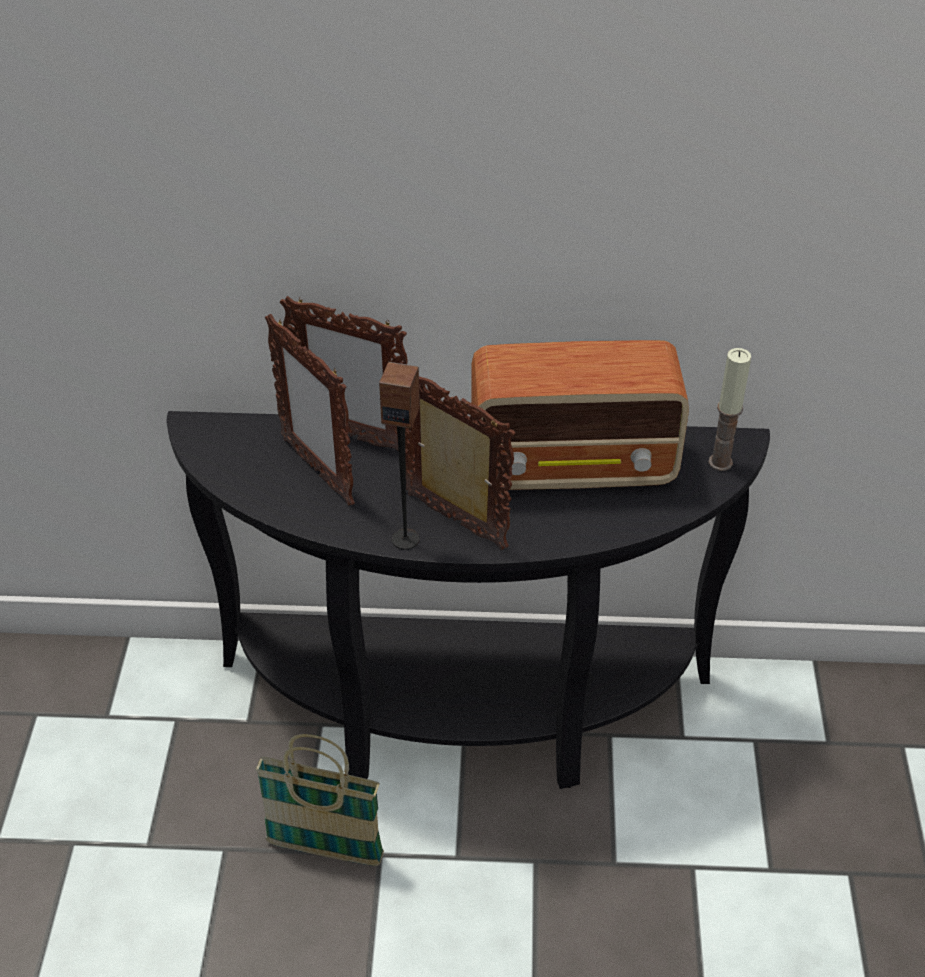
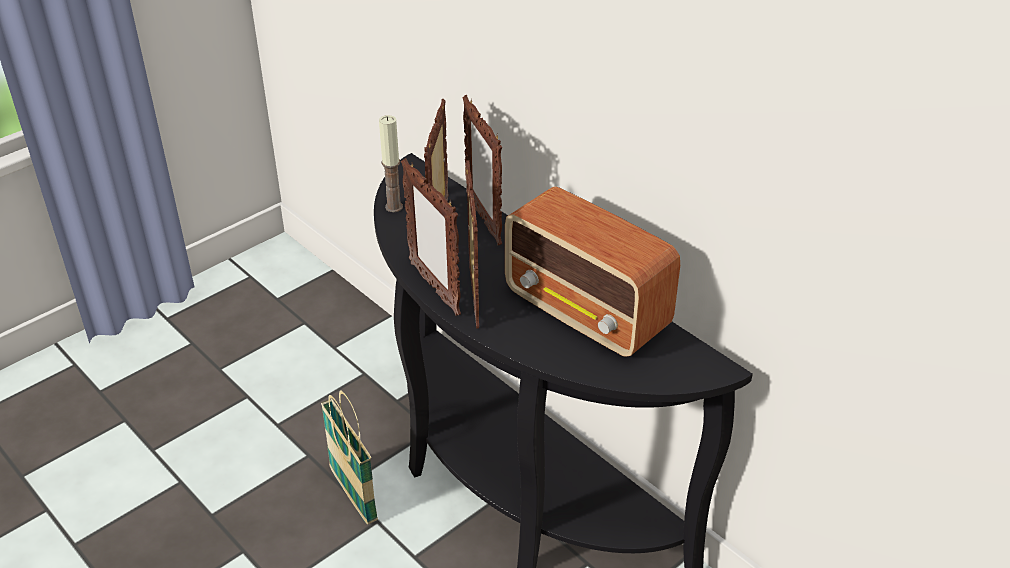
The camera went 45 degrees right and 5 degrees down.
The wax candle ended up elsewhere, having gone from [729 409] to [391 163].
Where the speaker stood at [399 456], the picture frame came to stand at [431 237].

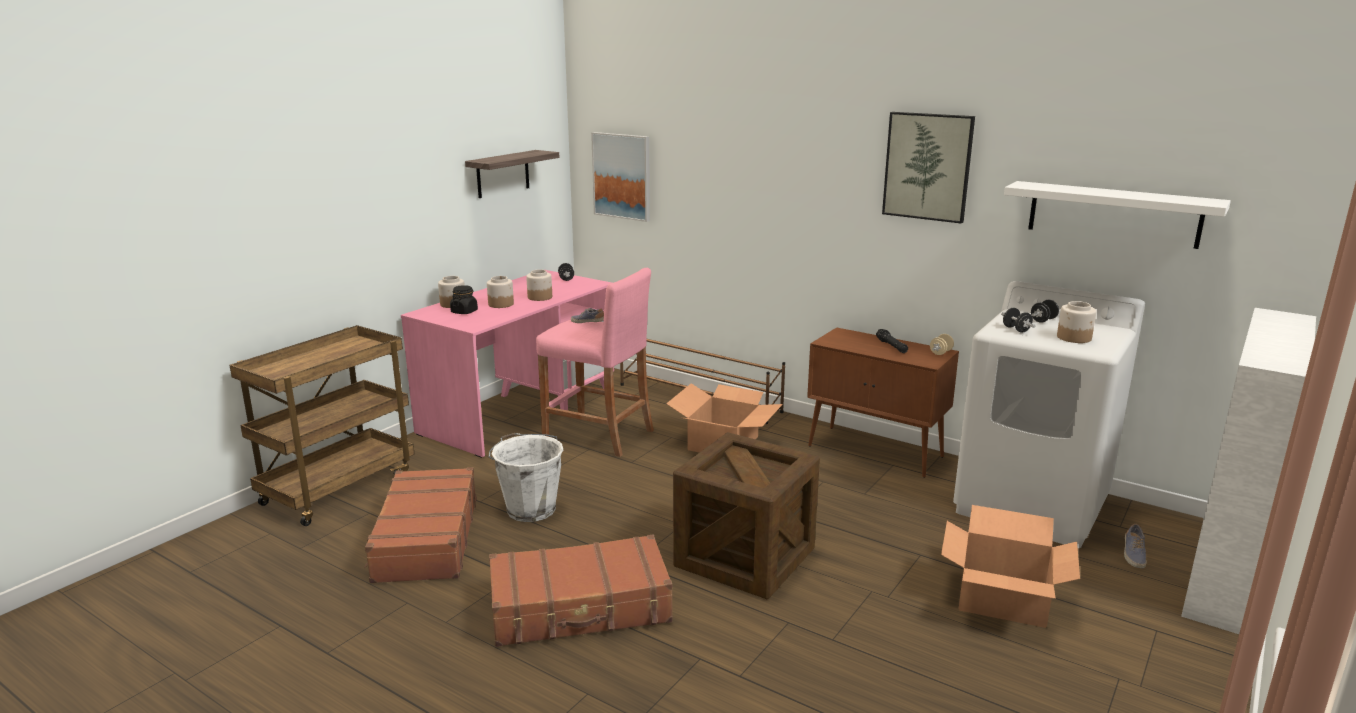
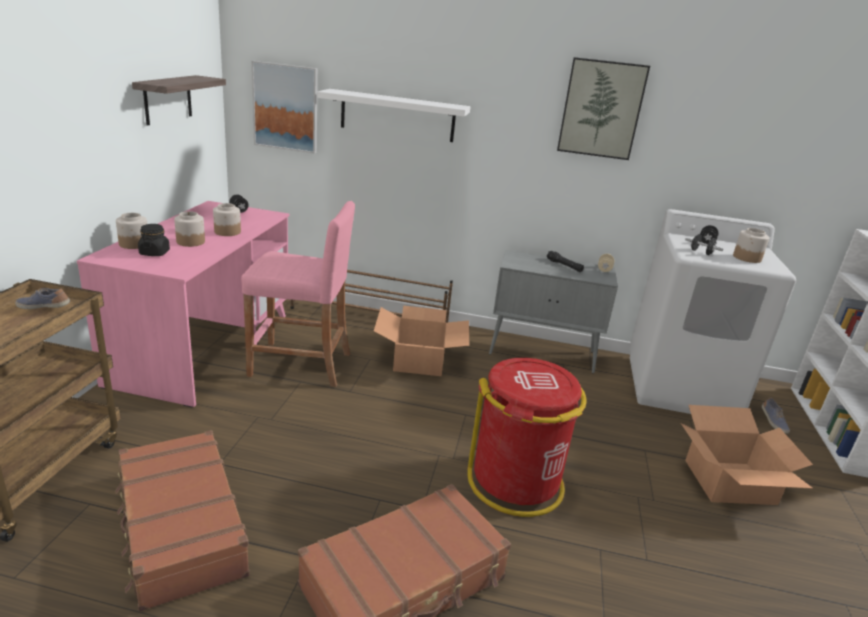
The camera went 25 degrees left and 5 degrees up.
The second view lost the white-coloured pail at [526 477].
The item of footwear ended up elsewhere, having gone from [587 315] to [42 298].
The white-coloured wall shelf ended up elsewhere, having gone from [1117 215] to [394 115].
Where the packing crate stood at [746 515], the red-coloured waste bin came to stand at [527 437].
What was the brown-coloured storage cabinet at [883 402] turned into the greyish storage cabinet at [553 312].

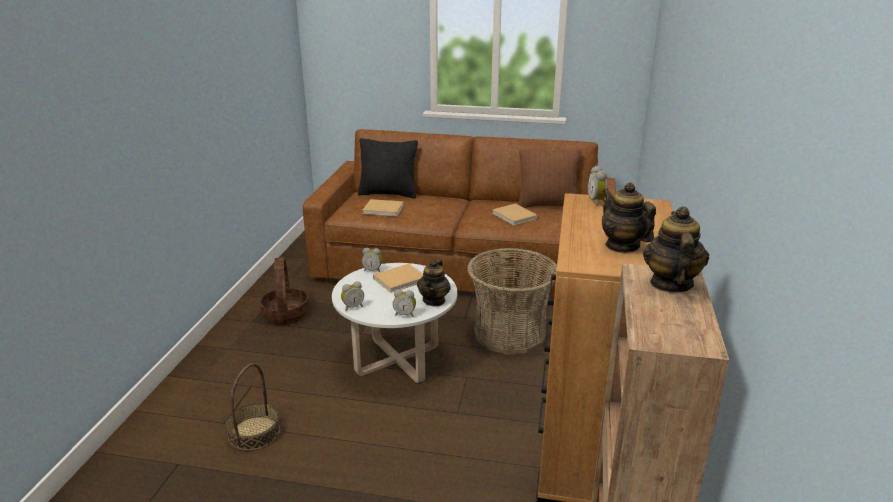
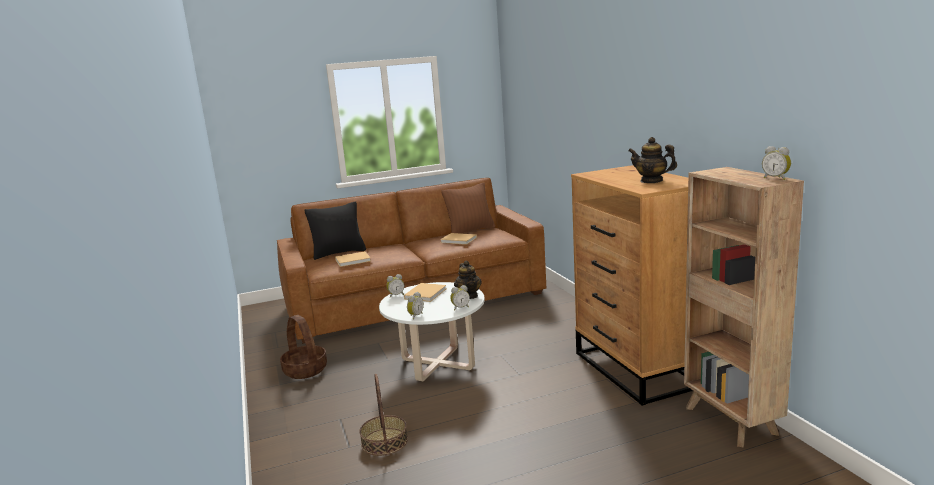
The camera went 30 degrees left and 10 degrees down.
The second view lost the household basket at [512 301].
The second view lost the teapot at [676 249].
The alarm clock ended up elsewhere, having gone from [598 186] to [776 163].

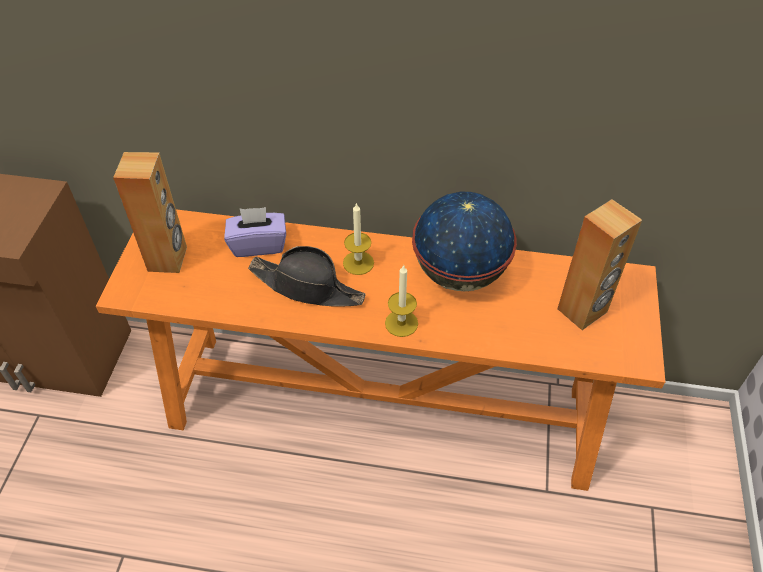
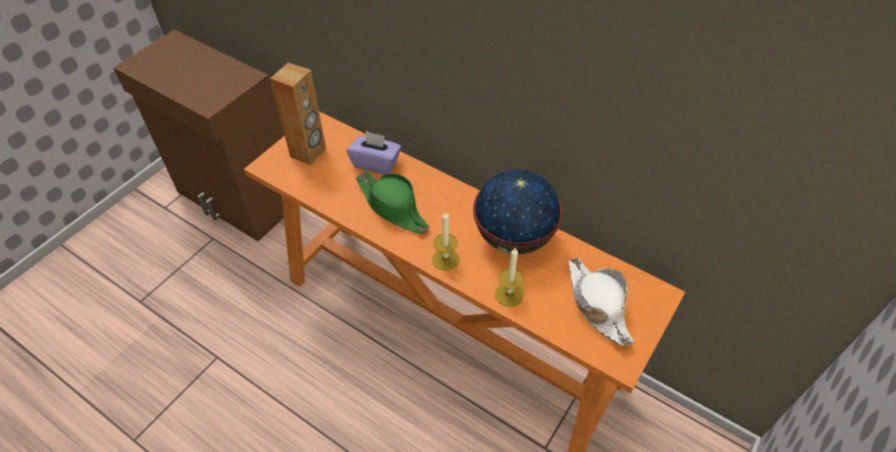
The camera went 25 degrees right and 0 degrees up.
The wax candle ended up elsewhere, having gone from [358 238] to [509 277].
Where the brown-coloured speaker stood at [599 264], the white-coloured hat came to stand at [602 302].
What was the black-coloured hat at [307 276] turned into the green hat at [393 202].

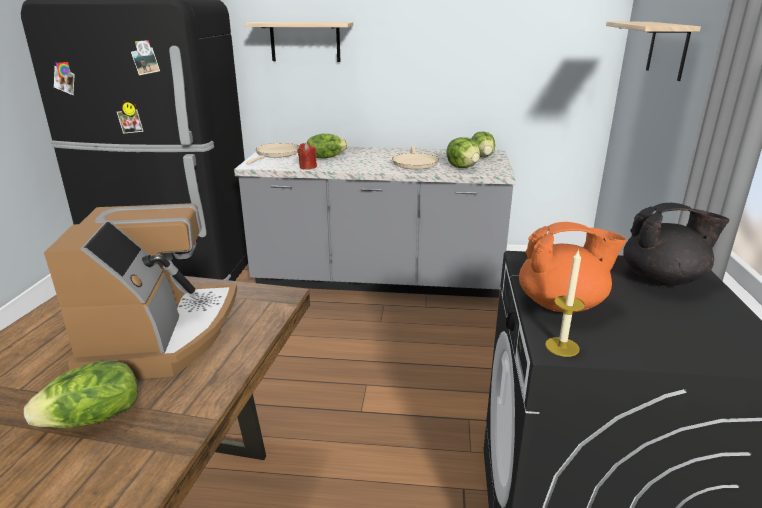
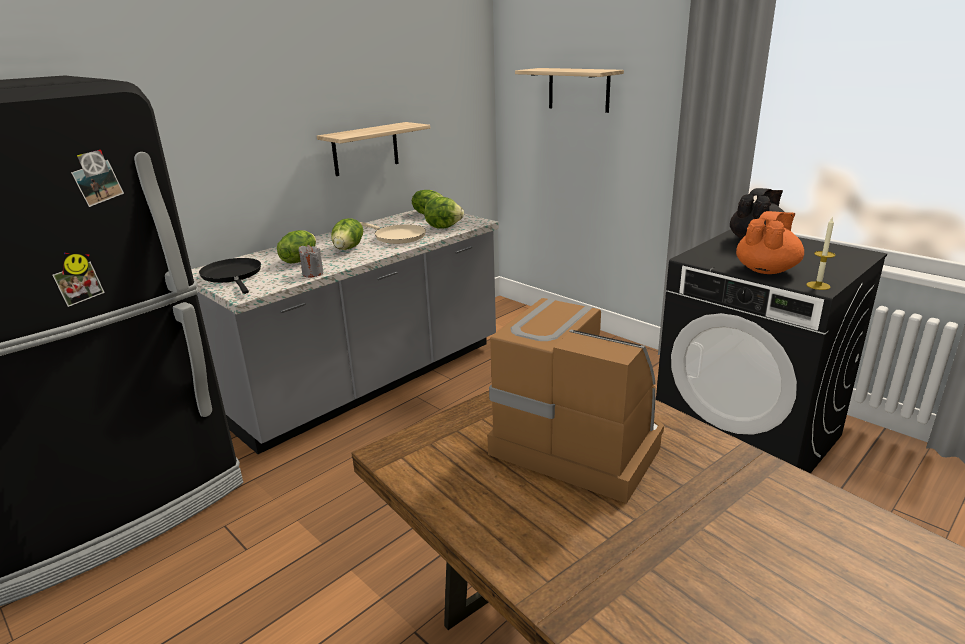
The camera went 50 degrees left and 0 degrees up.
The head of lettuce ended up elsewhere, having gone from [81 394] to [347 234].
The wall shelf ended up elsewhere, having gone from [299 42] to [373 149].
What was the beige frying pan at [272 153] turned into the black-coloured frying pan at [230 276].
What was the red-coloured wax candle at [307 156] turned into the greyish wax candle at [311 261].

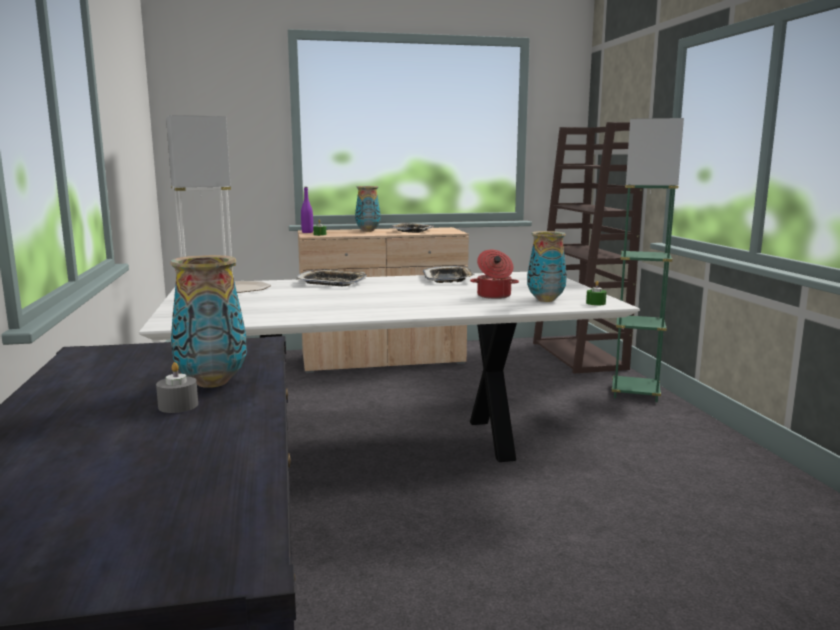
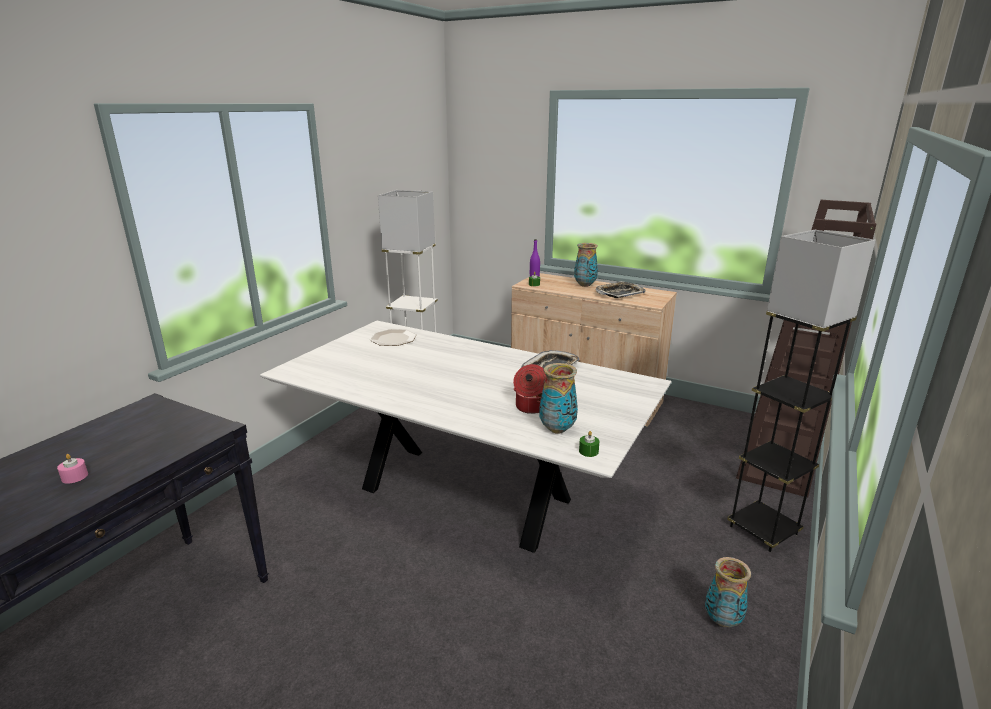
The camera went 40 degrees right and 10 degrees up.
The second view lost the serving tray at [331 278].
The vase ended up elsewhere, having gone from [208 321] to [728 592].
What was the greyish wax candle at [177 387] turned into the pink wax candle at [72 469].
What was the green floor lamp at [648 260] turned into the greyish floor lamp at [801 391].

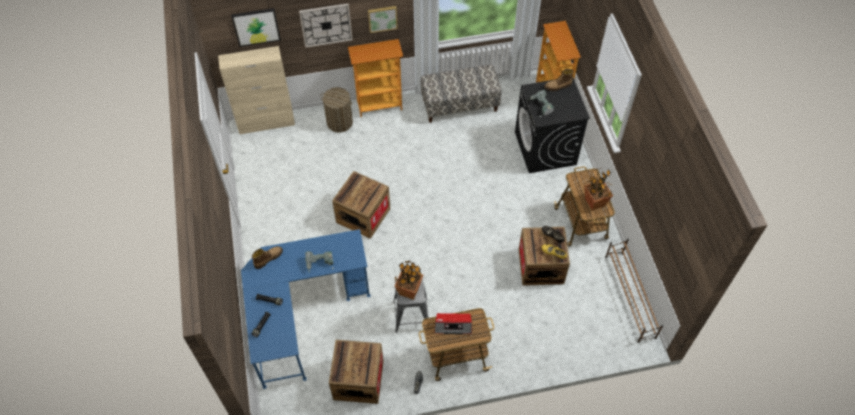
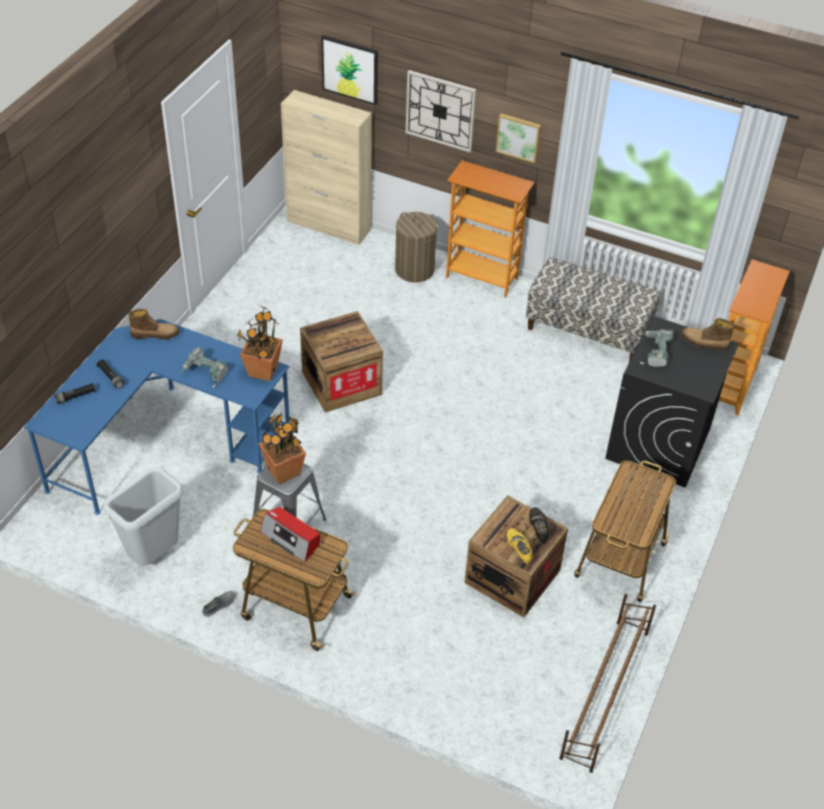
The camera went 35 degrees right and 10 degrees down.
The potted plant ended up elsewhere, having gone from [598 189] to [260 343].
Where the packing crate stood at [356 372], the greyish waste bin came to stand at [143 516].

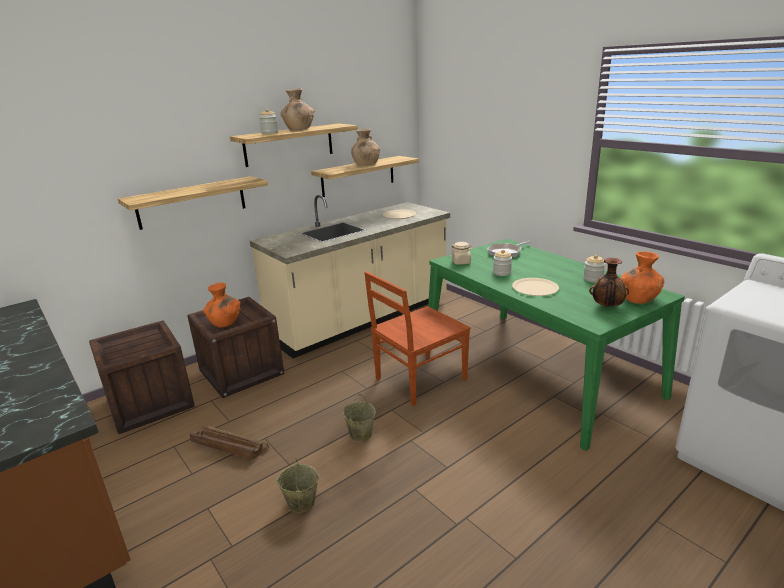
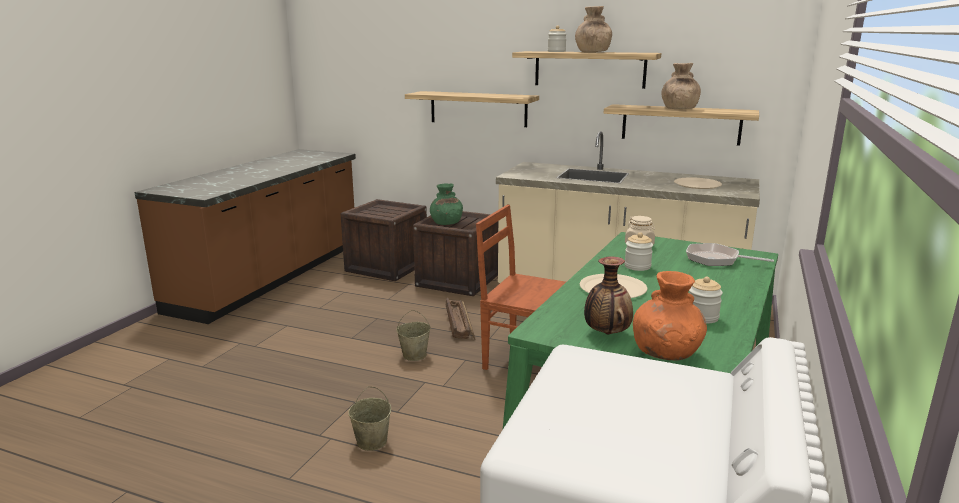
The camera went 60 degrees right and 5 degrees down.
The packing crate ended up elsewhere, having gone from [229 443] to [461 319].
The beige pail ended up elsewhere, having gone from [297 485] to [369 419].
What was the orange-coloured vase at [222 305] turned into the green vase at [446 204].

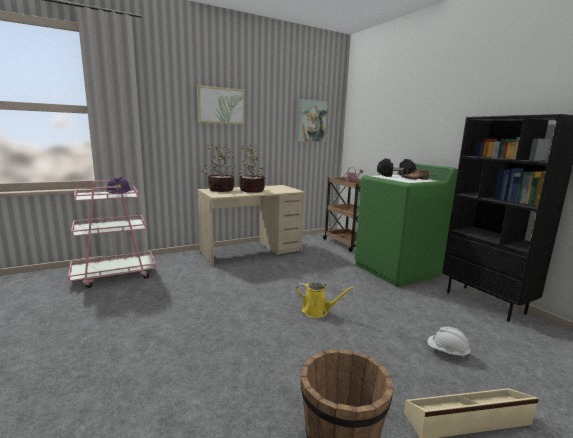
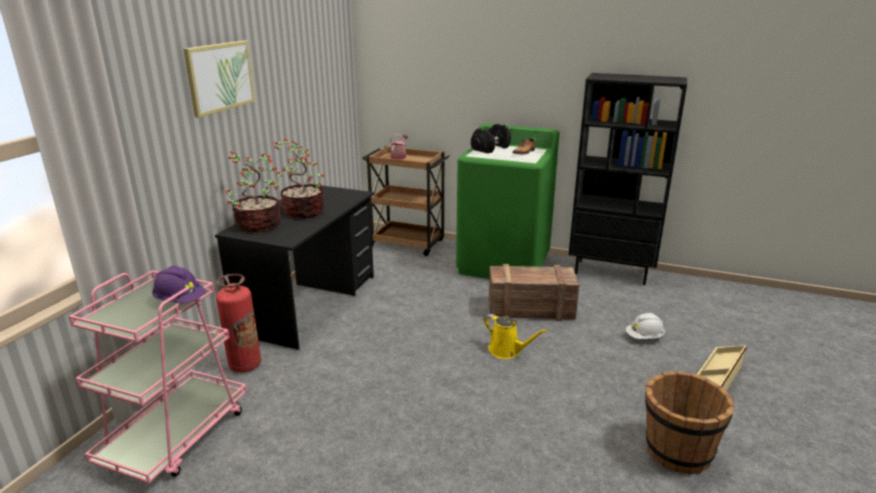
The camera went 40 degrees left and 10 degrees up.
The second view lost the wall picture at [312 120].
The second view gained the fire-fighting cylinder at [238 323].
The second view gained the packing crate at [534 292].
What was the beige desk at [251 225] turned into the black-coloured desk at [294 267].
The yellowish watering pot at [325 300] ended up facing another way, 60 degrees clockwise from before.

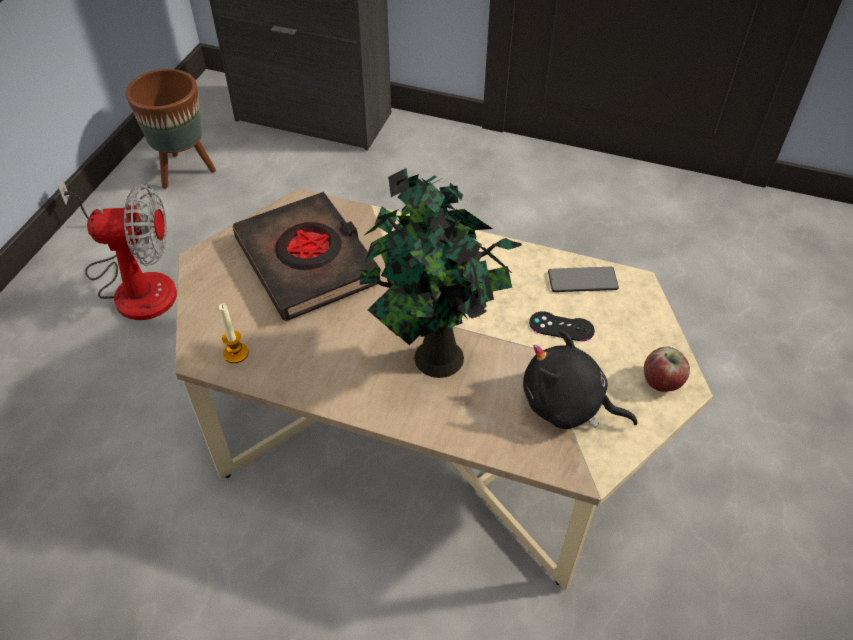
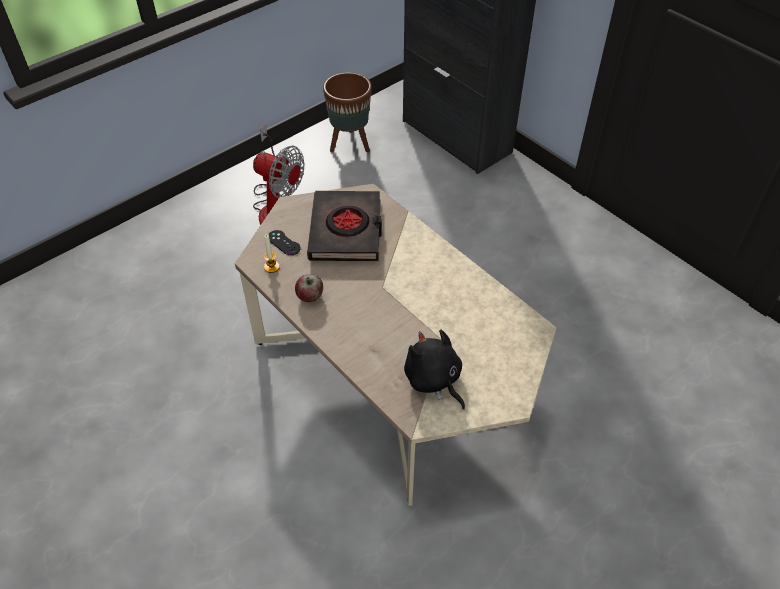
The camera went 30 degrees right and 0 degrees up.
The second view lost the potted plant at [441 273].
The second view lost the telephone at [583 279].
The black-coloured game controller ended up elsewhere, having gone from [562 326] to [284 242].
The apple ended up elsewhere, having gone from [667 369] to [309 288].

